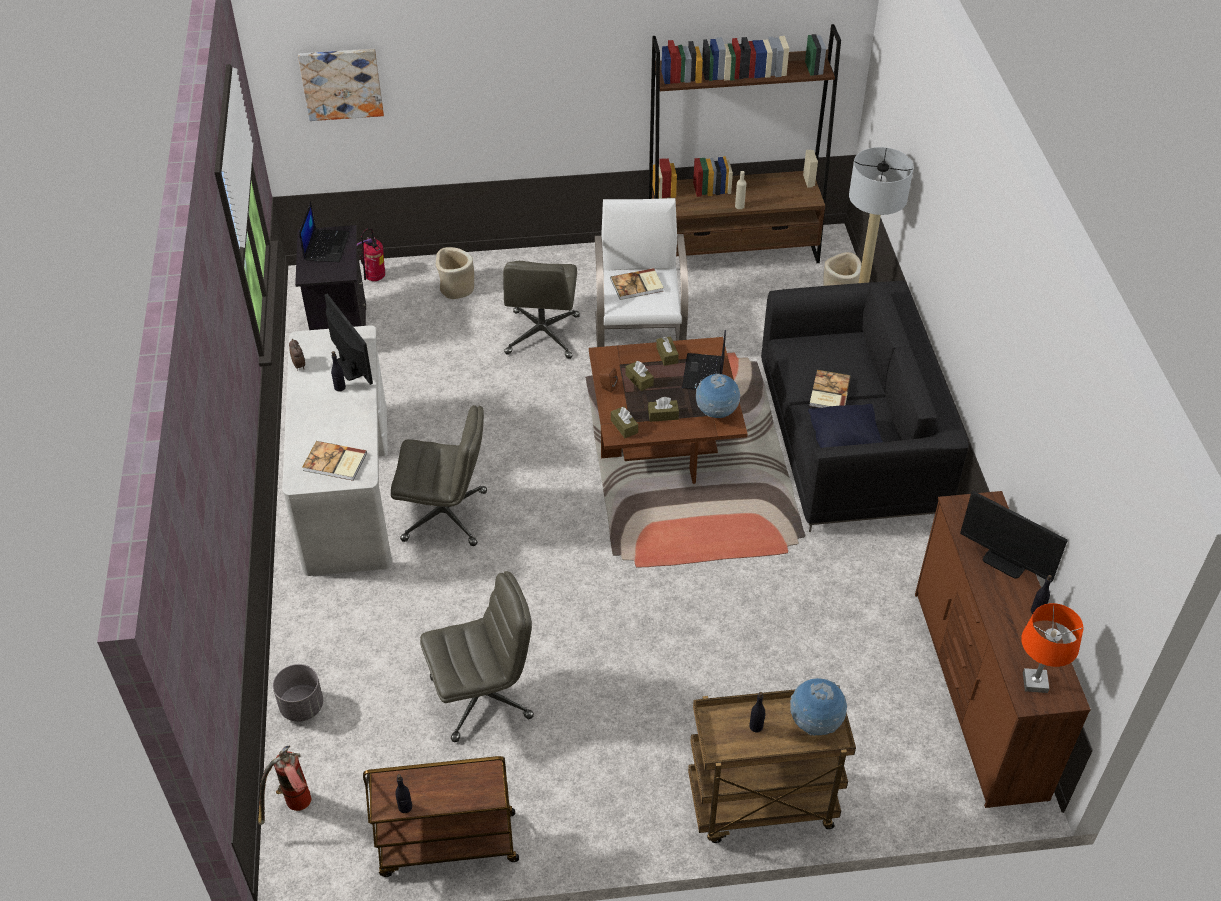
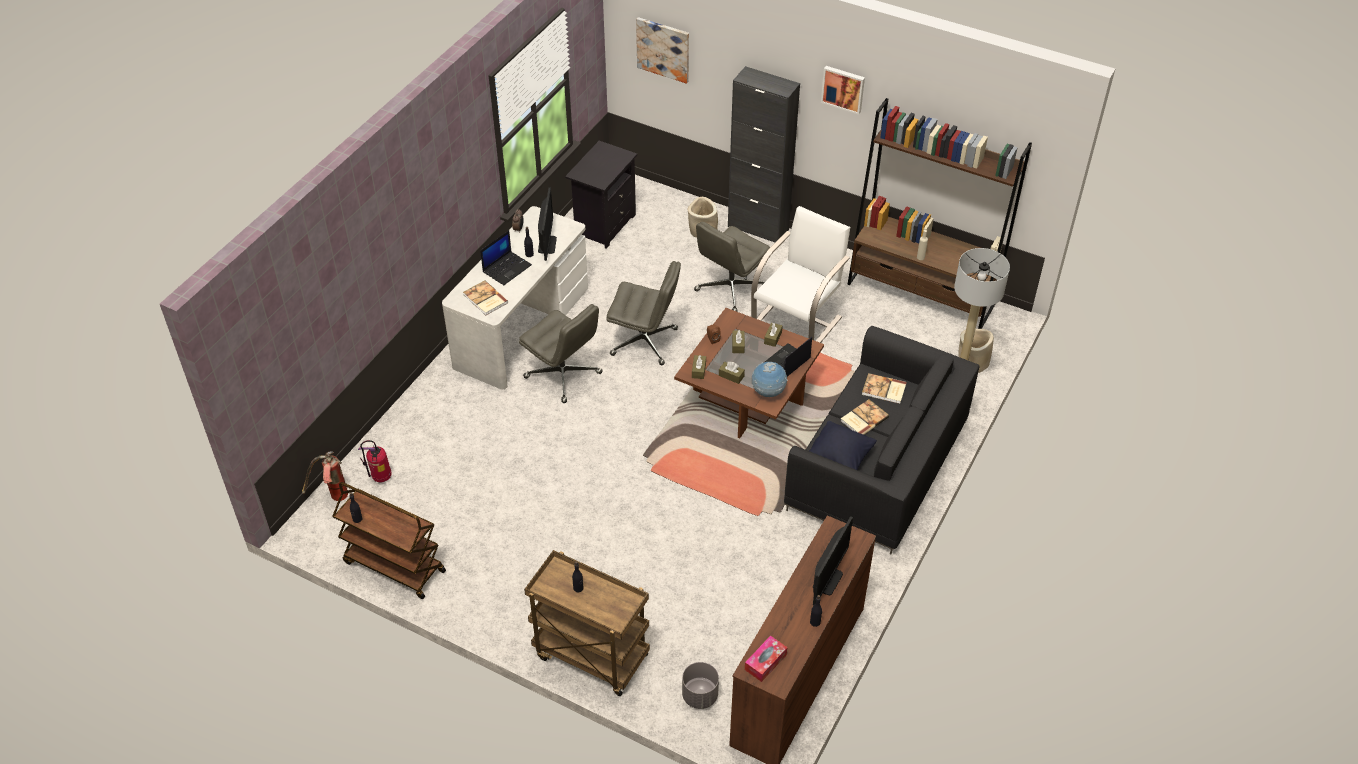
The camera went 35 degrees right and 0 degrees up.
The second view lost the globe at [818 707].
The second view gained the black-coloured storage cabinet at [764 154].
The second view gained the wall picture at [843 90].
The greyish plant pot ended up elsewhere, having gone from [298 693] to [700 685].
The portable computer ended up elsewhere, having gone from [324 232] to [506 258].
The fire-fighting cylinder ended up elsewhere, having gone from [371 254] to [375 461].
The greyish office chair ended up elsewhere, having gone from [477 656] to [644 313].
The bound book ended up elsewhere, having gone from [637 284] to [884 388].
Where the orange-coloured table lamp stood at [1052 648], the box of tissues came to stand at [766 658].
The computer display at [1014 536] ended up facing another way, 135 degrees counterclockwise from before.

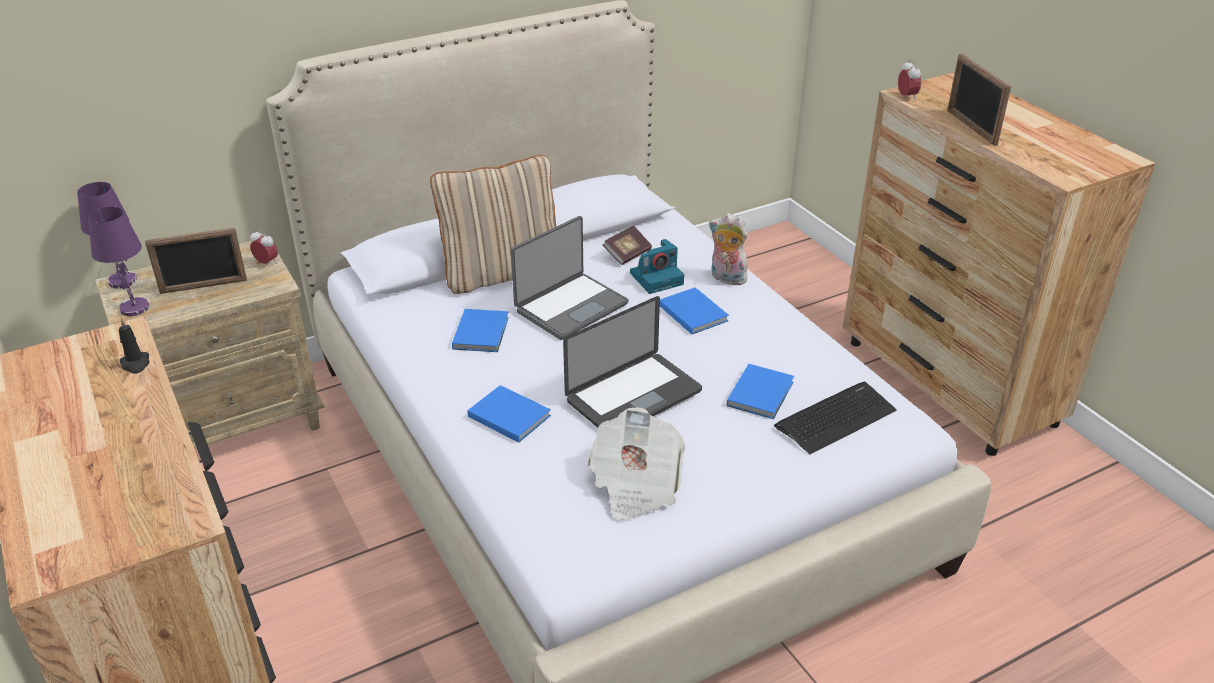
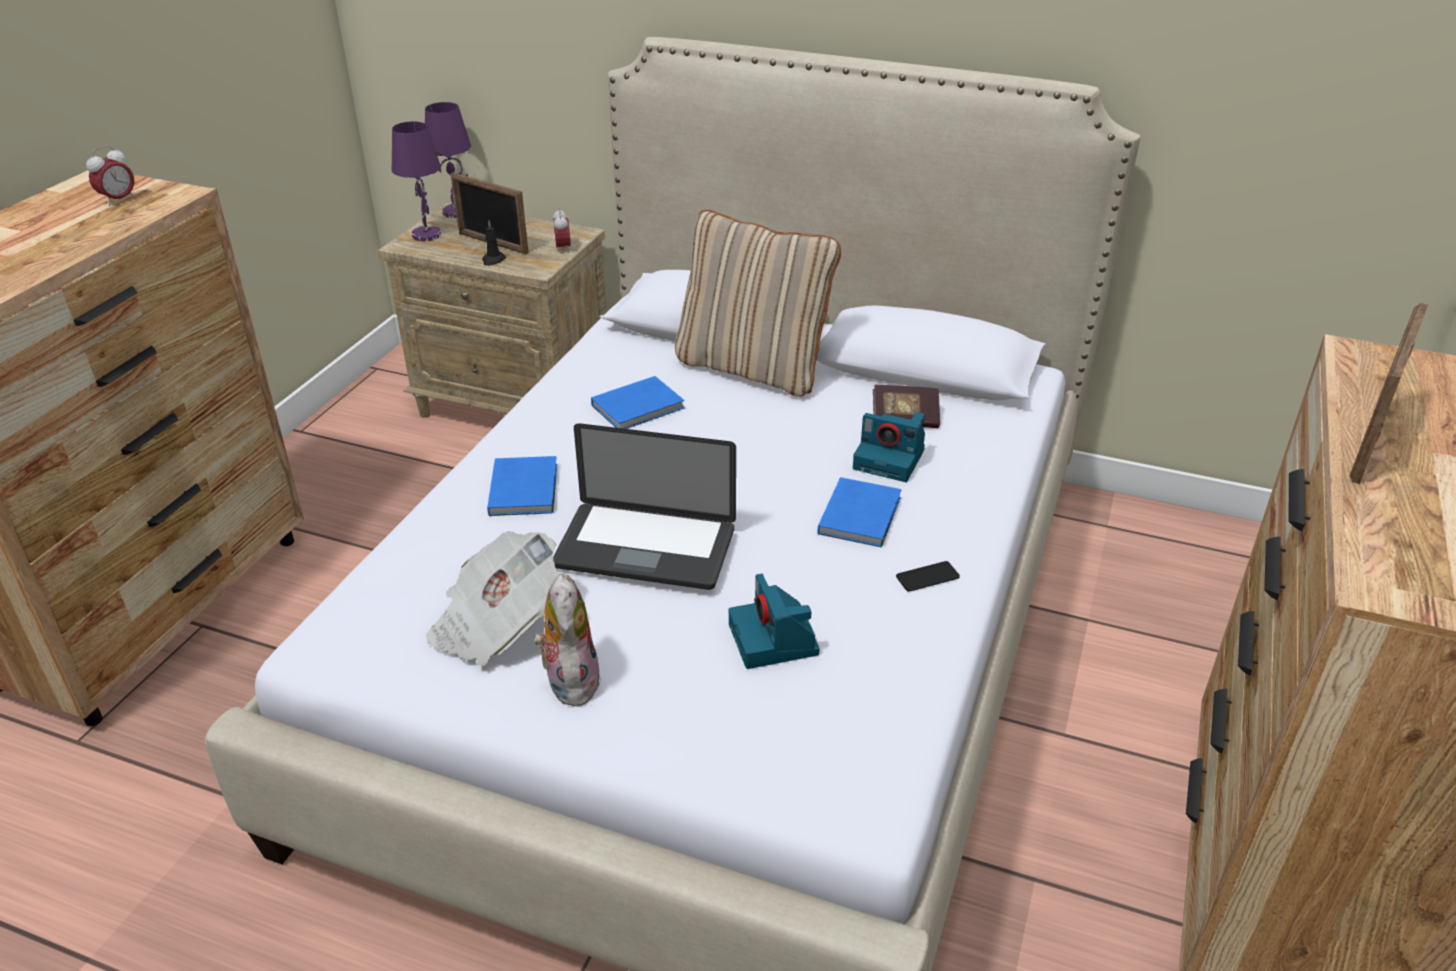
The camera went 50 degrees right and 0 degrees up.
The second view lost the portable computer at [570 278].
The second view lost the computer keyboard at [835 418].
The second view gained the telephone at [928 576].
The black-coloured wax candle ended up elsewhere, having gone from [134 346] to [494 243].
The cuddly toy ended up elsewhere, having gone from [728 249] to [567 639].
The alarm clock ended up elsewhere, having gone from [909 79] to [110 176].
Where the blue bound book stood at [760 391], the still camera came to stand at [774 621].

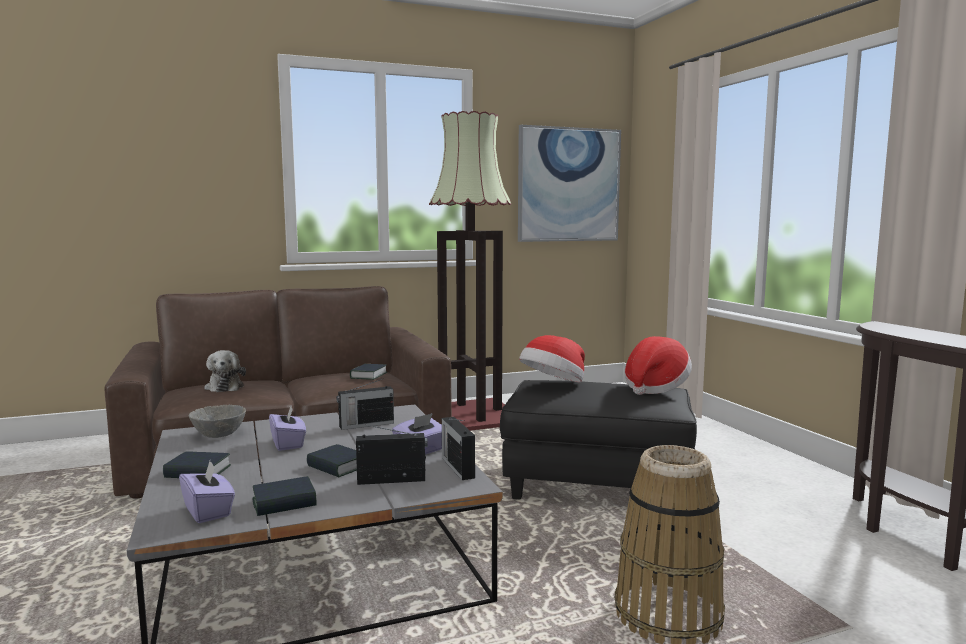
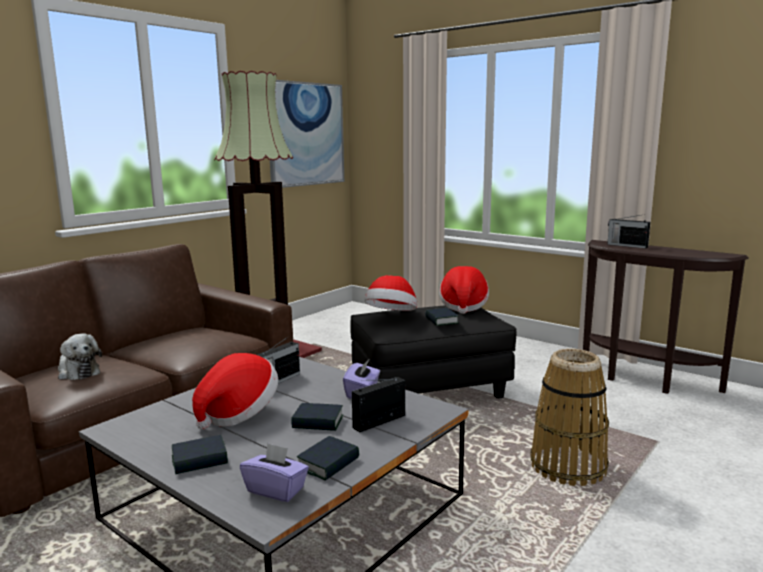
The camera went 30 degrees left and 5 degrees up.
The second view lost the greyish serving bowl at [217 421].
The bound book ended up elsewhere, having gone from [368 372] to [441 317].
The radio ended up elsewhere, having gone from [458 448] to [628 232].
Where the purplish box of tissues stood at [287 428], the hat came to stand at [235 391].

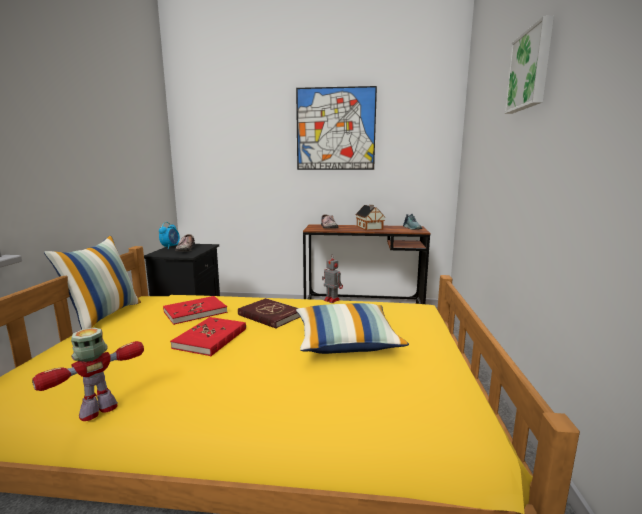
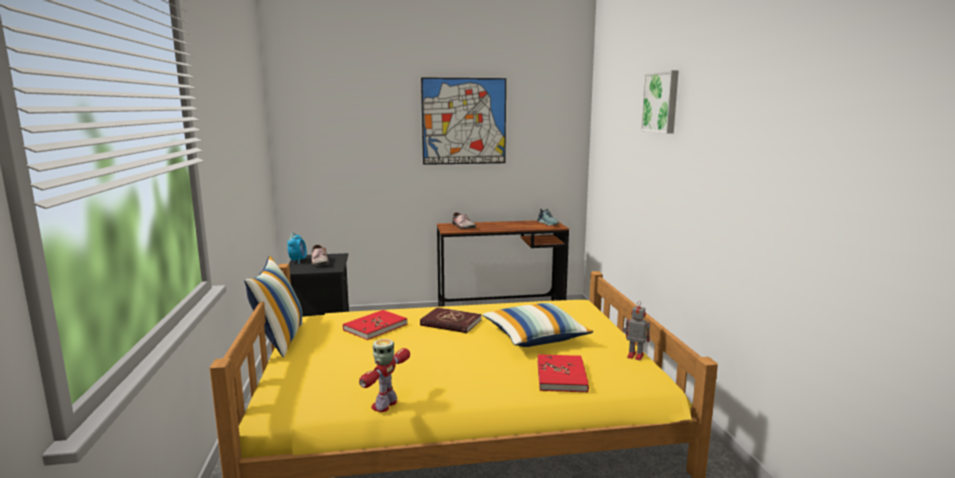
The camera went 15 degrees left and 0 degrees up.
The second view lost the model house at [370 217].
The red-coloured bound book ended up elsewhere, having gone from [208 336] to [563 373].
The model robot ended up elsewhere, having gone from [332 278] to [636 331].

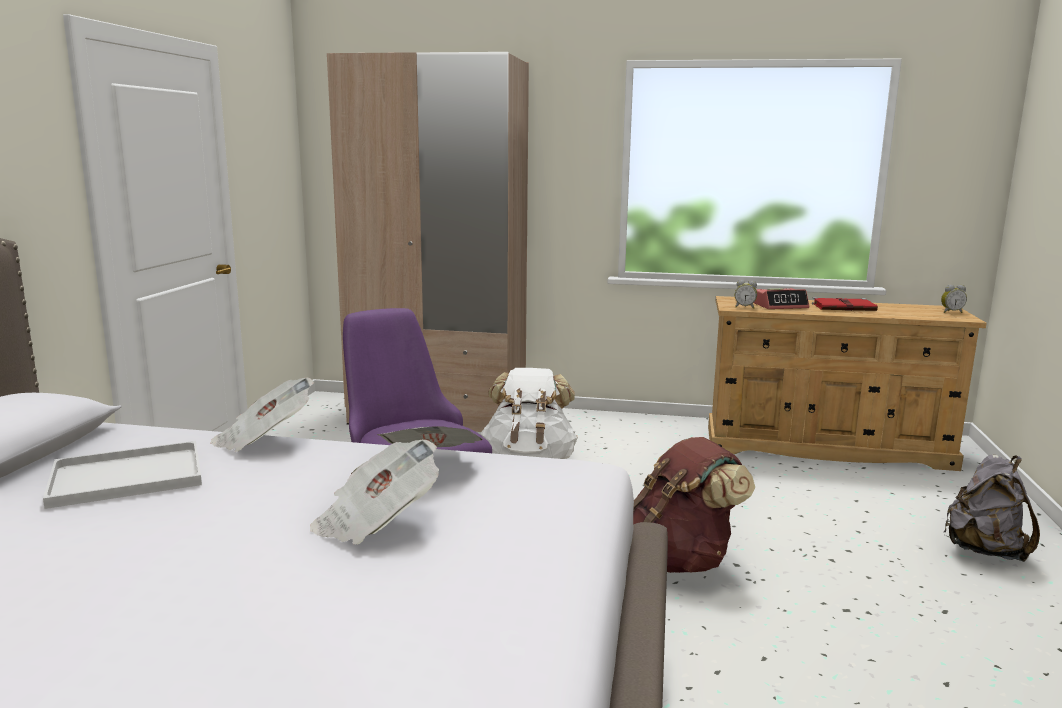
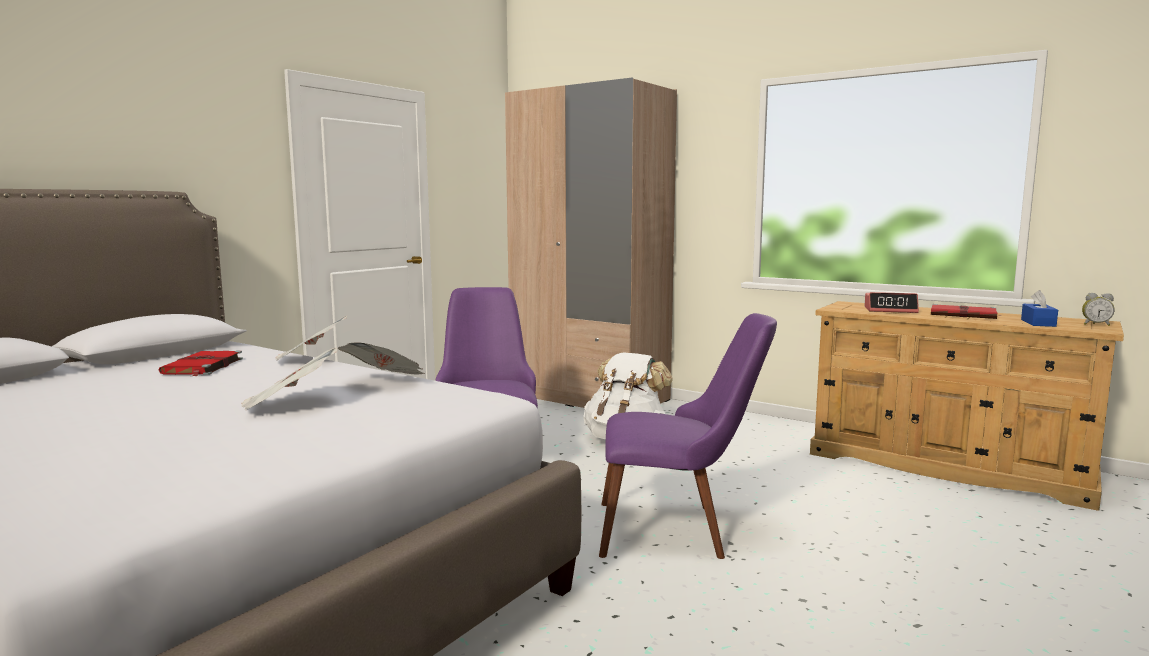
The camera went 25 degrees right and 5 degrees down.
The second view lost the alarm clock at [746 294].
The second view lost the greyish knapsack at [992 508].
The second view gained the blue box of tissues at [1039 308].
Where the white-coloured serving tray stood at [122 475], the red-coloured bound book came to stand at [201 363].
Where the brown-coloured knapsack stood at [694 505], the purplish plain chair came to stand at [688 436].

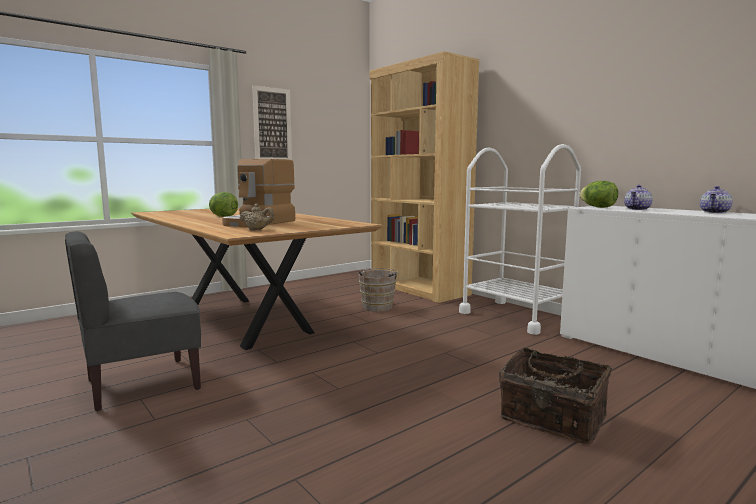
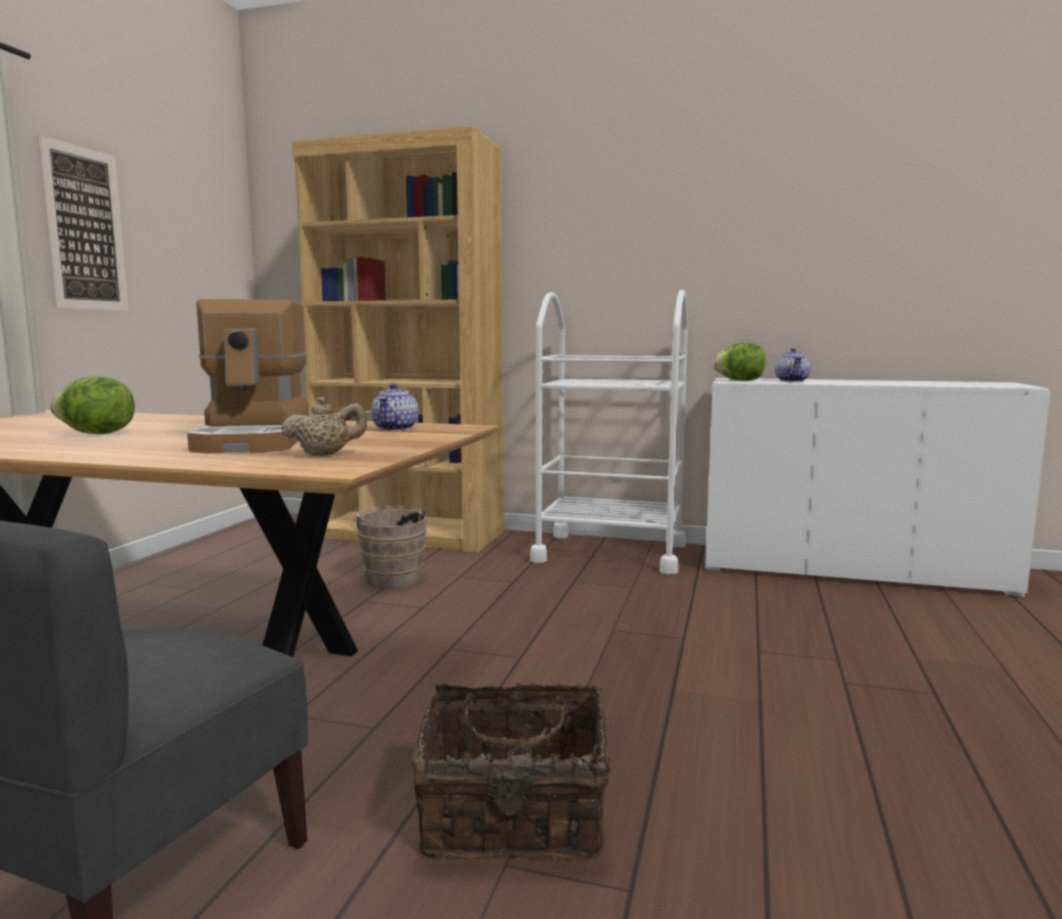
The camera went 35 degrees left and 0 degrees up.
The household basket ended up elsewhere, having gone from [555 396] to [511 771].
The teapot ended up elsewhere, having gone from [716 199] to [394 407].

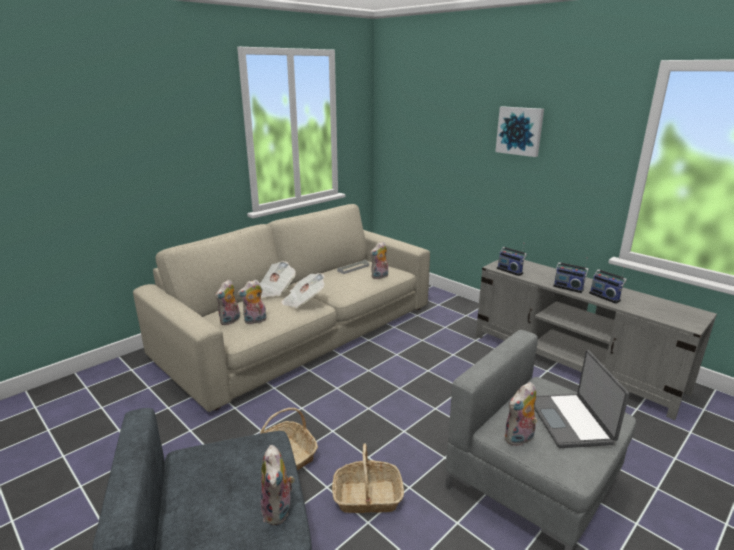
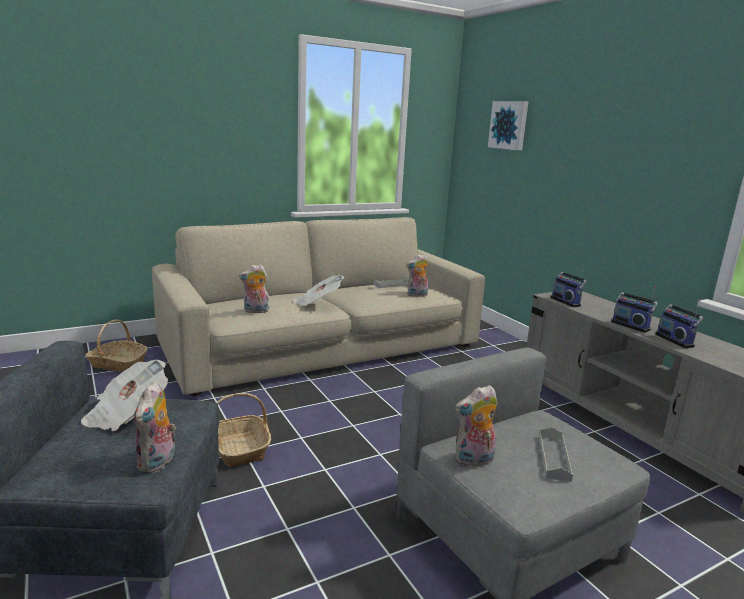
The camera went 15 degrees right and 5 degrees down.
The second view lost the cuddly toy at [227 302].
The printed paper ended up elsewhere, having gone from [278 279] to [124 395].
The household basket ended up elsewhere, having gone from [368 478] to [117 346].
The wall picture ended up elsewhere, having gone from [519 131] to [508 125].
Where the portable computer stood at [581 399], the greyish serving tray came to stand at [556 454].

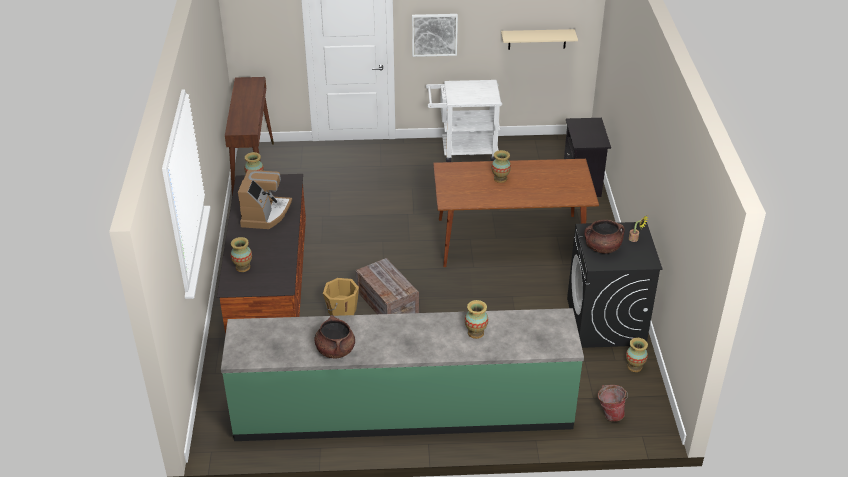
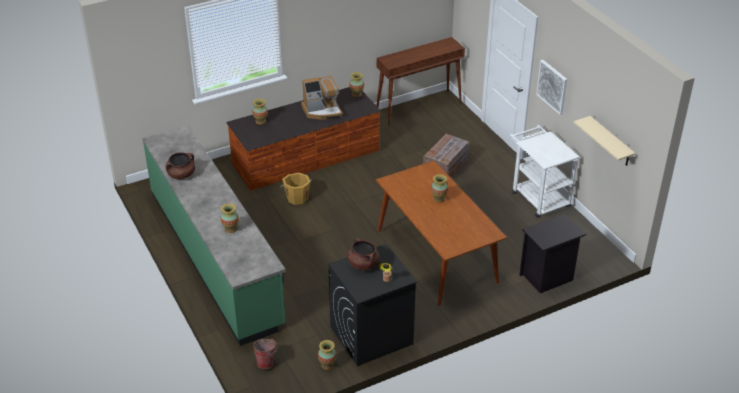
The camera went 65 degrees right and 0 degrees up.
The packing crate ended up elsewhere, having gone from [387 286] to [446 156].

